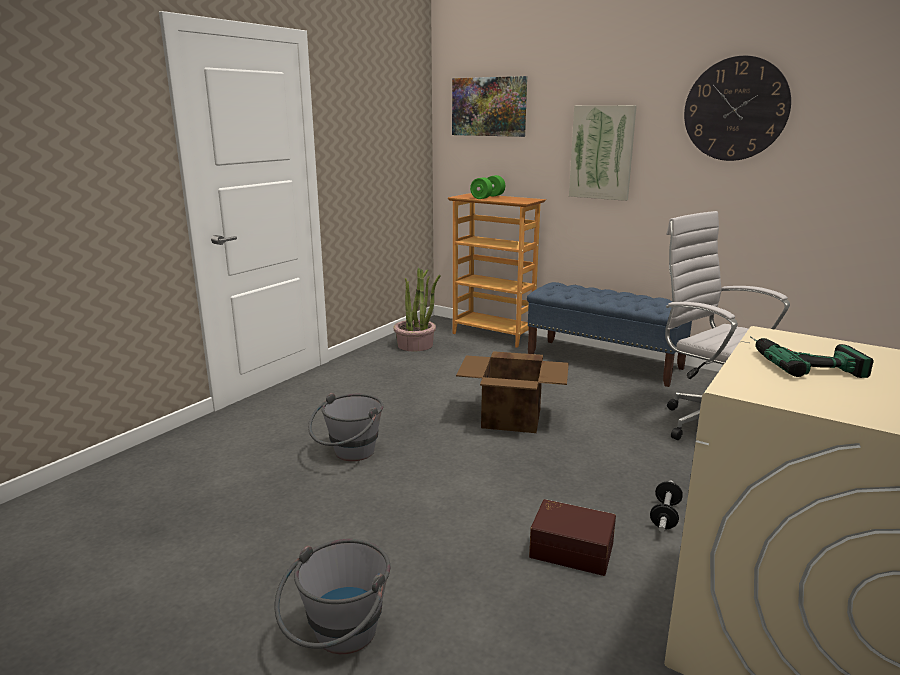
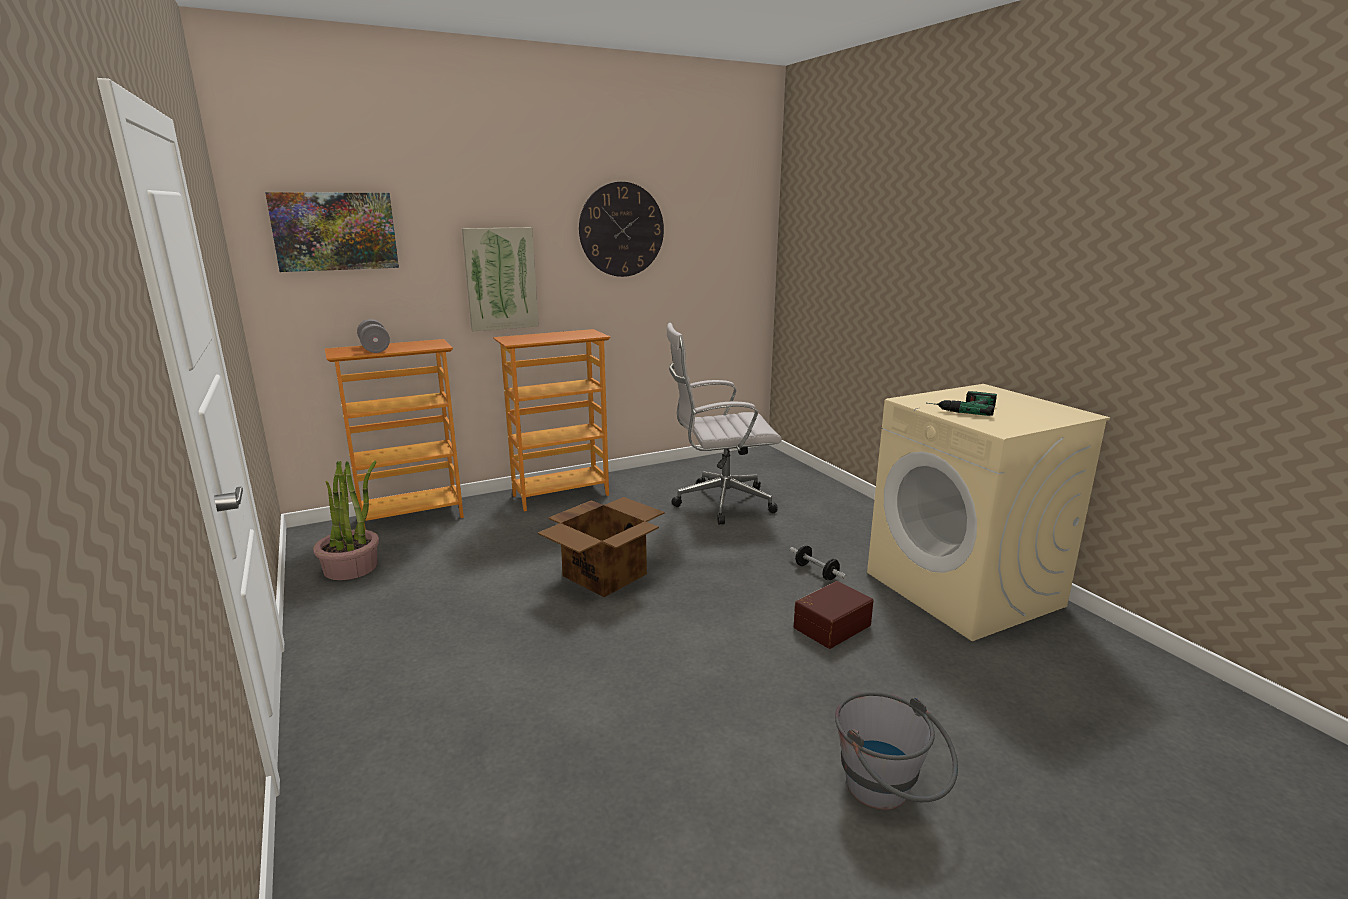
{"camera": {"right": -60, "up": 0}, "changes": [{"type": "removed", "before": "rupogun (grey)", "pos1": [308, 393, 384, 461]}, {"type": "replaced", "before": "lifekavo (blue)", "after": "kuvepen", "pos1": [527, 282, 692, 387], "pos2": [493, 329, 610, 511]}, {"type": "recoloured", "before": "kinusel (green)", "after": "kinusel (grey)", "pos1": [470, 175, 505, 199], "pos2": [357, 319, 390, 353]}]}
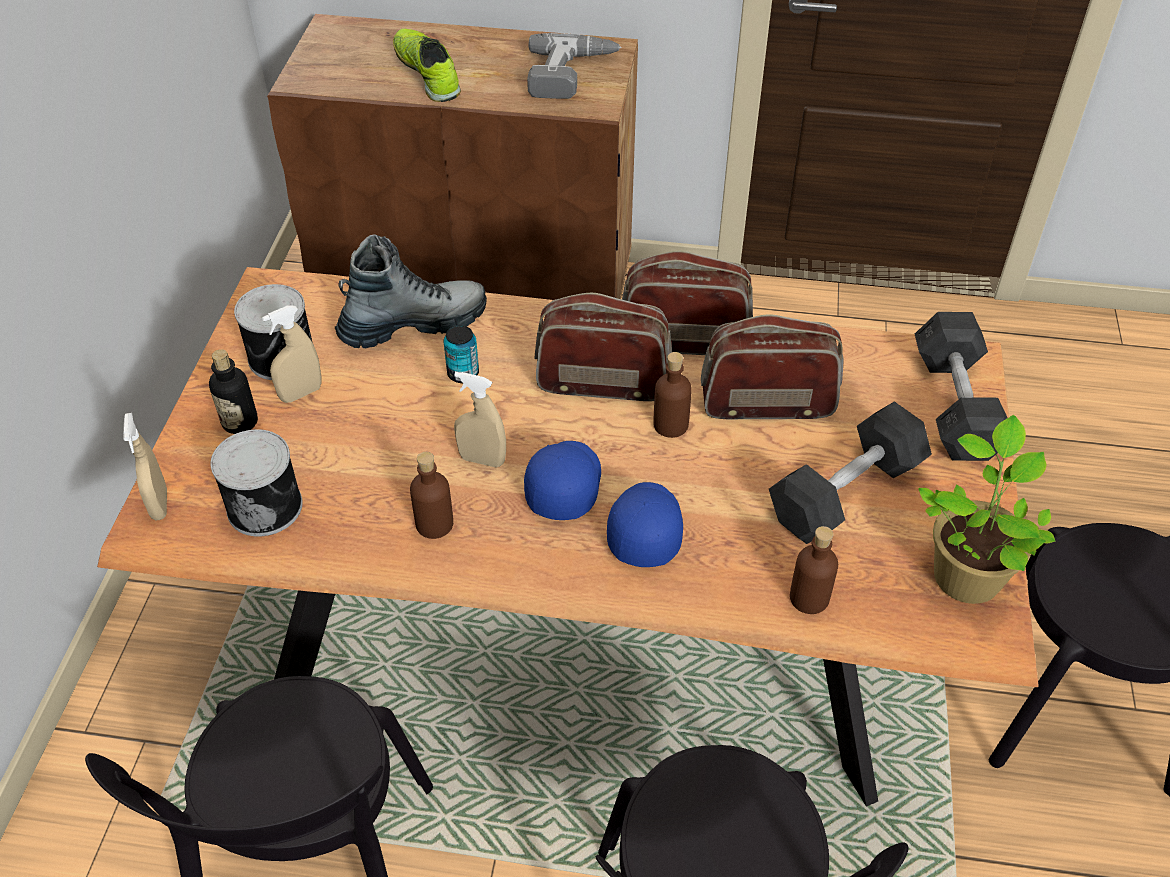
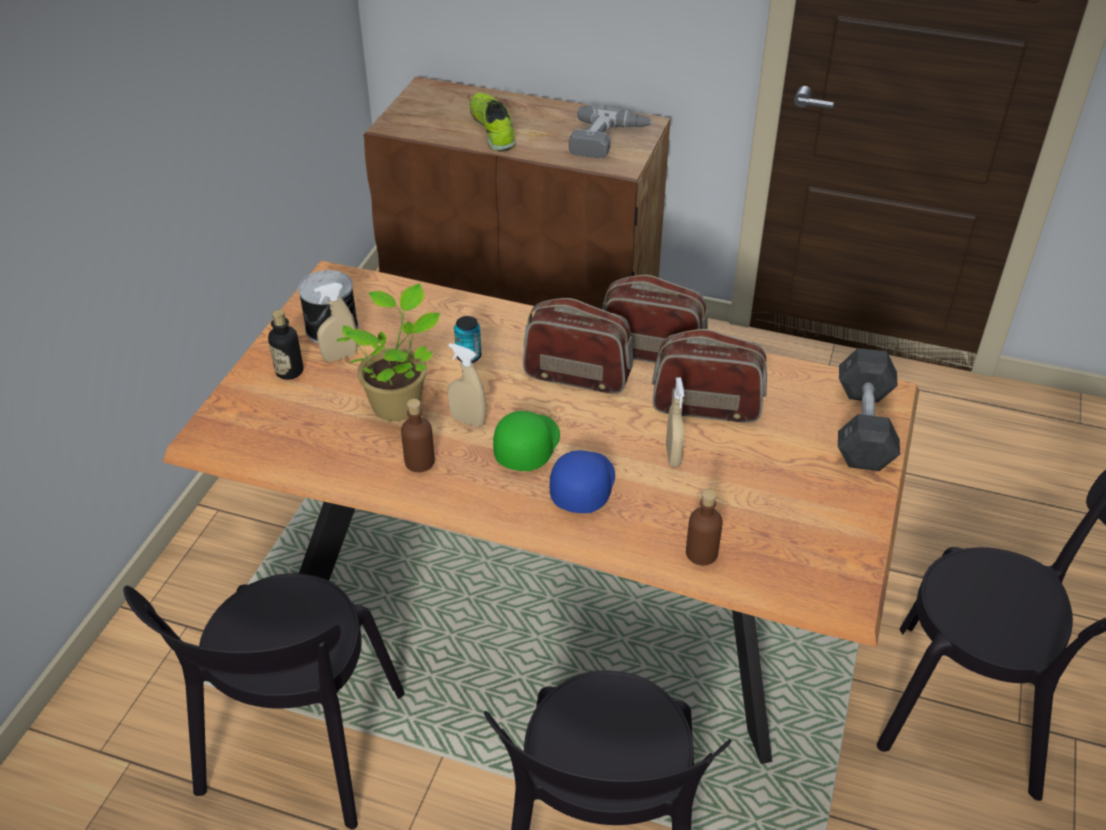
{"camera": {"right": 10, "up": -5}, "changes": [{"type": "removed", "before": "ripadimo", "pos1": [210, 429, 303, 537]}, {"type": "removed", "before": "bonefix", "pos1": [335, 235, 487, 348]}, {"type": "removed", "before": "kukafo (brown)", "pos1": [654, 352, 692, 438]}, {"type": "removed", "before": "kinusel (black)", "pos1": [769, 401, 932, 544]}, {"type": "moved", "before": "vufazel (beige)", "pos1": [123, 413, 167, 520], "pos2": [666, 377, 684, 467]}, {"type": "moved", "before": "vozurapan", "pos1": [918, 415, 1056, 604], "pos2": [337, 284, 440, 421]}, {"type": "recoloured", "before": "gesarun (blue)", "after": "gesarun (green)", "pos1": [524, 441, 601, 520], "pos2": [493, 411, 560, 471]}]}
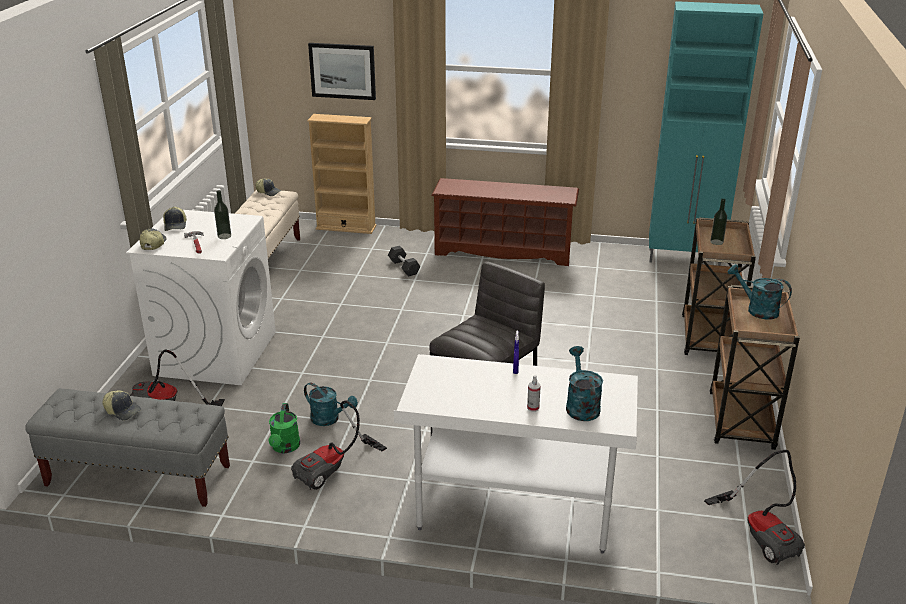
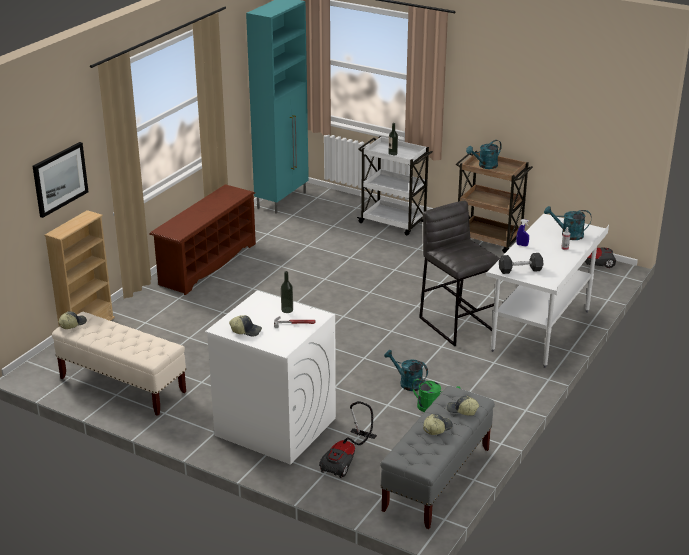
{"camera": {"right": -70, "up": 0}, "changes": [{"type": "removed", "before": "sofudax", "pos1": [291, 400, 387, 490]}, {"type": "moved", "before": "gesarun", "pos1": [140, 228, 167, 250], "pos2": [447, 396, 480, 416]}, {"type": "moved", "before": "kinusel (grey)", "pos1": [388, 245, 421, 276], "pos2": [499, 253, 543, 274]}, {"type": "recoloured", "before": "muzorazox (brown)", "after": "muzorazox (white)", "pos1": [682, 218, 756, 355], "pos2": [357, 136, 433, 235]}, {"type": "turned", "before": "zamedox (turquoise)", "pos1": [304, 382, 358, 426], "pos2": [384, 350, 428, 391], "turn": -105}]}
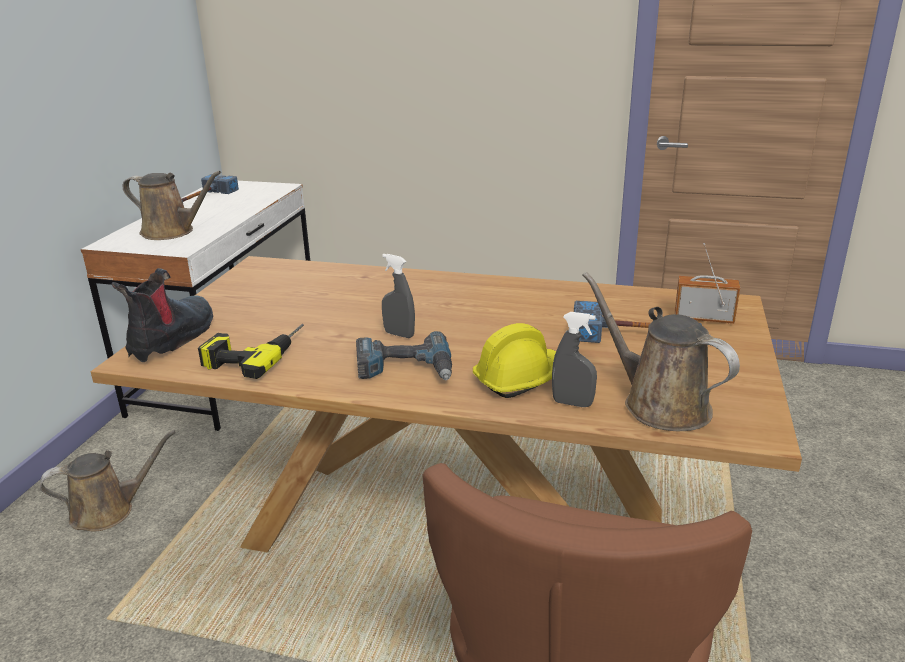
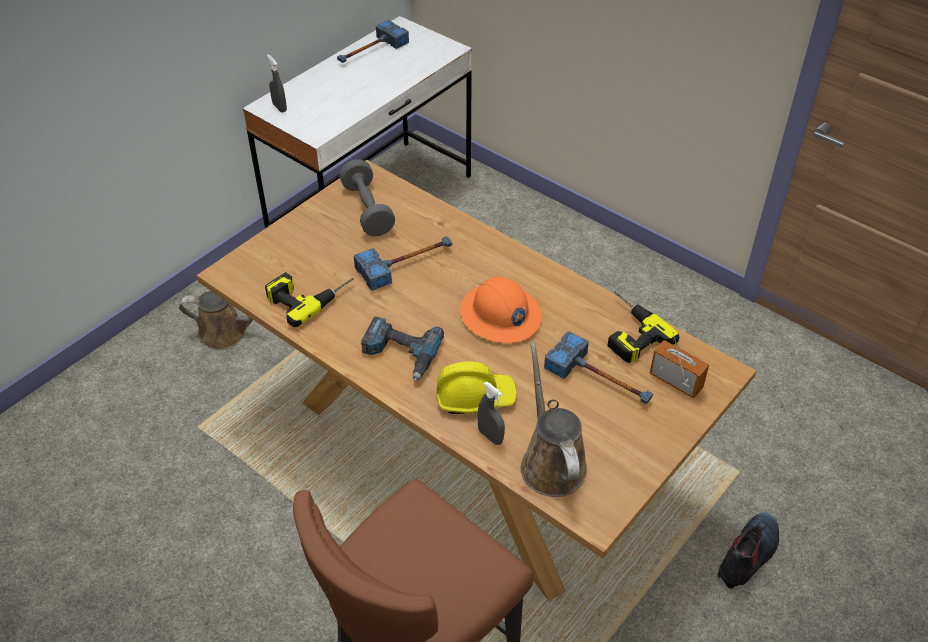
{"camera": {"right": 25, "up": 20}, "changes": [{"type": "removed", "before": "zamedox (brown)", "pos1": [123, 171, 221, 240]}, {"type": "added", "after": "kinusel (grey)", "pos2": [339, 159, 395, 236]}, {"type": "added", "after": "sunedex", "pos2": [354, 236, 452, 291]}, {"type": "added", "after": "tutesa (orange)", "pos2": [460, 277, 542, 343]}, {"type": "added", "after": "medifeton", "pos2": [608, 292, 679, 363]}, {"type": "moved", "before": "bonefix", "pos1": [112, 268, 214, 362], "pos2": [718, 512, 779, 589]}, {"type": "moved", "before": "vufazel (grey)", "pos1": [382, 254, 415, 338], "pos2": [267, 54, 287, 113]}]}
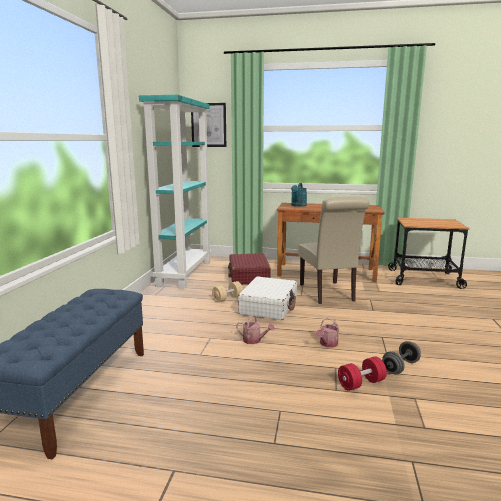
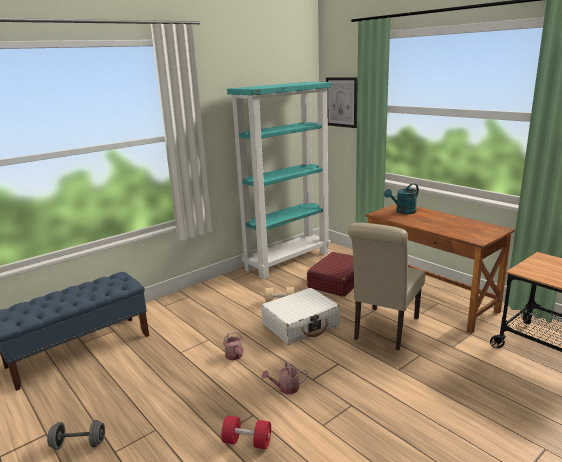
{"camera": {"right": 40, "up": 5}, "changes": [{"type": "moved", "before": "kinusel (grey)", "pos1": [382, 341, 421, 375], "pos2": [47, 420, 105, 450]}]}
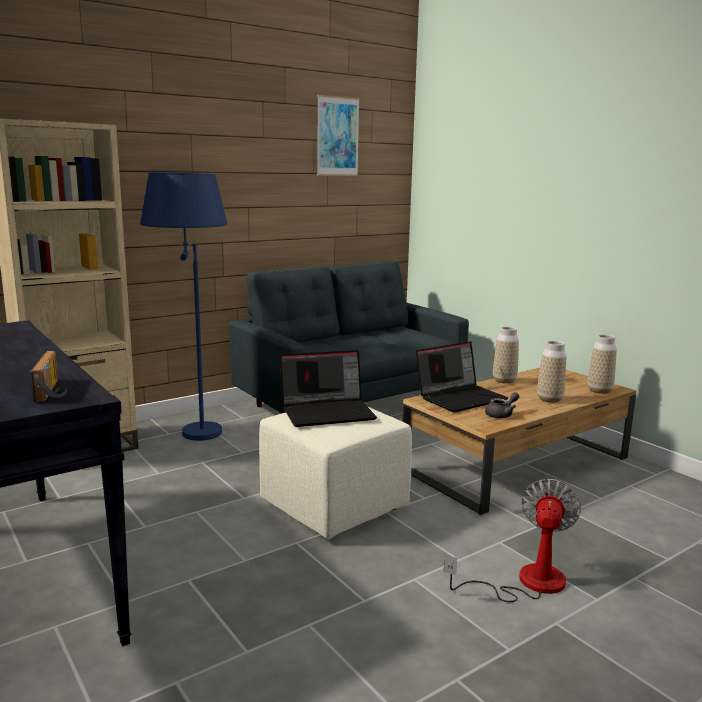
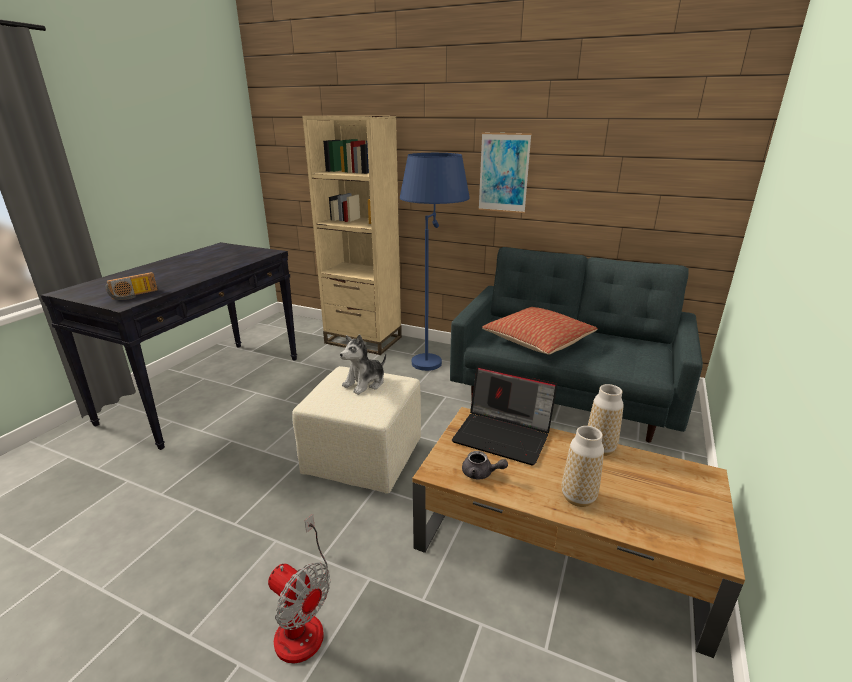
{"camera": {"right": 60, "up": 10}, "changes": [{"type": "removed", "before": "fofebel", "pos1": [587, 334, 617, 394]}, {"type": "added", "after": "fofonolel", "pos2": [482, 307, 598, 355]}, {"type": "moved", "before": "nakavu", "pos1": [317, 95, 360, 176], "pos2": [478, 133, 532, 213]}, {"type": "replaced", "before": "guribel", "after": "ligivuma", "pos1": [280, 350, 377, 427], "pos2": [340, 334, 386, 395]}, {"type": "turned", "before": "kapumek", "pos1": [444, 479, 581, 602], "pos2": [268, 514, 330, 664], "turn": 45}]}
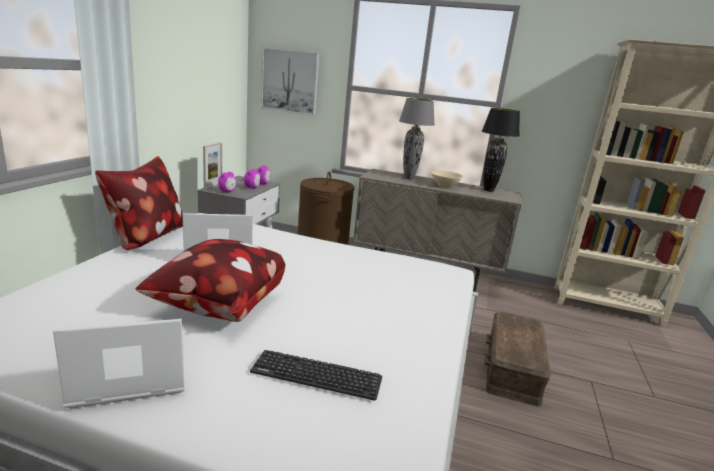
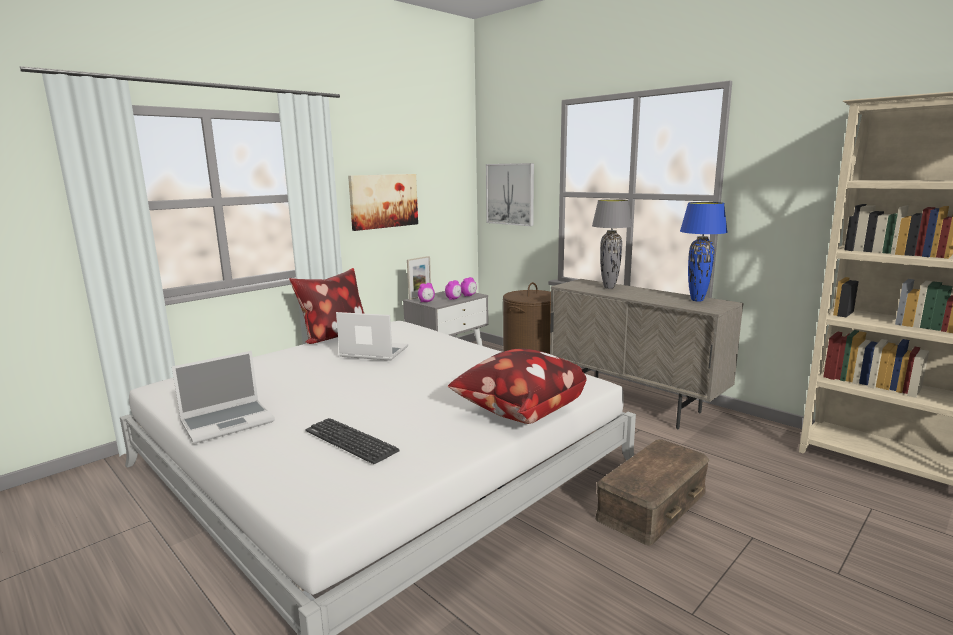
{"camera": {"right": 30, "up": -5}, "changes": [{"type": "removed", "before": "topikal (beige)", "pos1": [431, 171, 463, 188]}, {"type": "added", "after": "nakavu", "pos2": [348, 174, 418, 231]}, {"type": "moved", "before": "fofonolel", "pos1": [135, 239, 285, 322], "pos2": [448, 349, 587, 424]}, {"type": "recoloured", "before": "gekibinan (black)", "after": "gekibinan (blue)", "pos1": [482, 108, 520, 192], "pos2": [680, 202, 728, 302]}, {"type": "turned", "before": "guribel", "pos1": [53, 319, 184, 408], "pos2": [172, 351, 275, 443], "turn": 135}]}
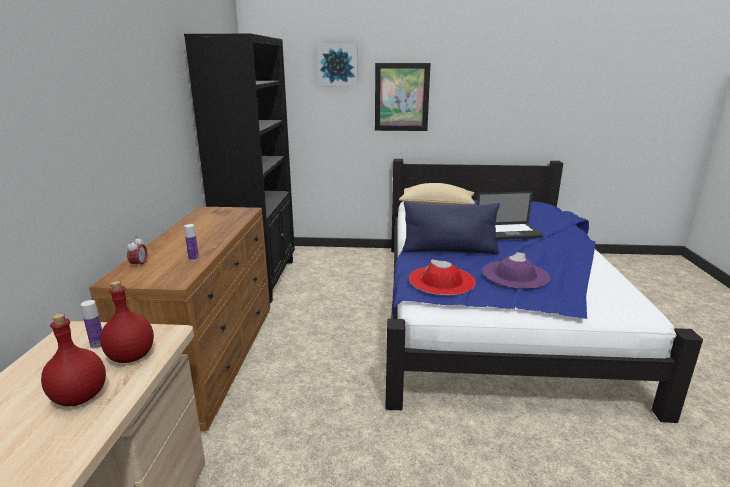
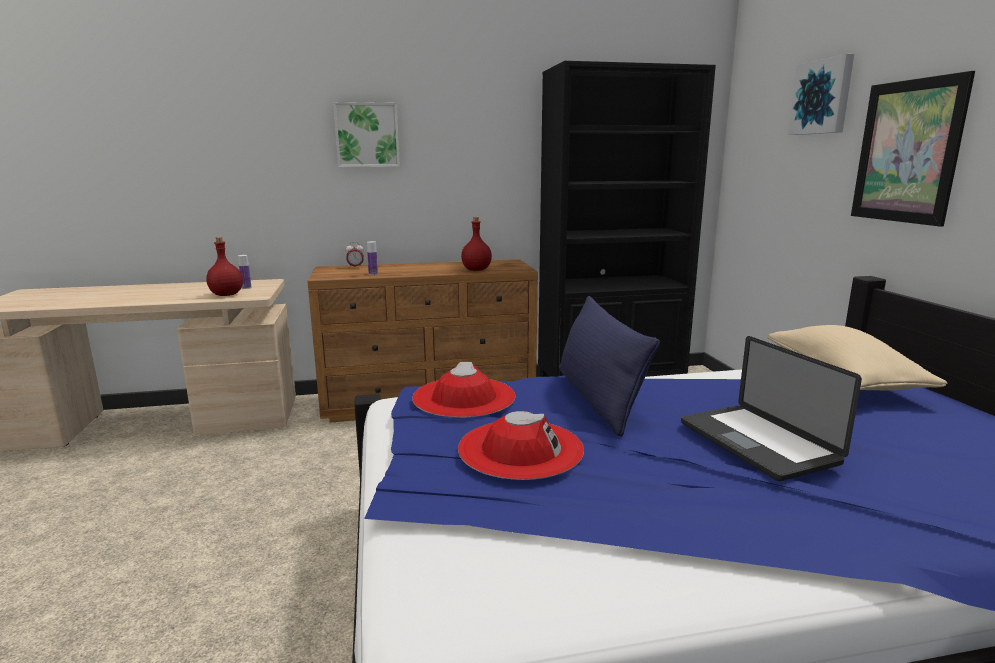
{"camera": {"right": 75, "up": -5}, "changes": [{"type": "added", "after": "nakavu", "pos2": [333, 102, 400, 167]}, {"type": "moved", "before": "kukafo (red)", "pos1": [41, 313, 106, 407], "pos2": [461, 217, 492, 271]}, {"type": "recoloured", "before": "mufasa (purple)", "after": "mufasa (red)", "pos1": [483, 252, 550, 288], "pos2": [458, 411, 584, 480]}]}
